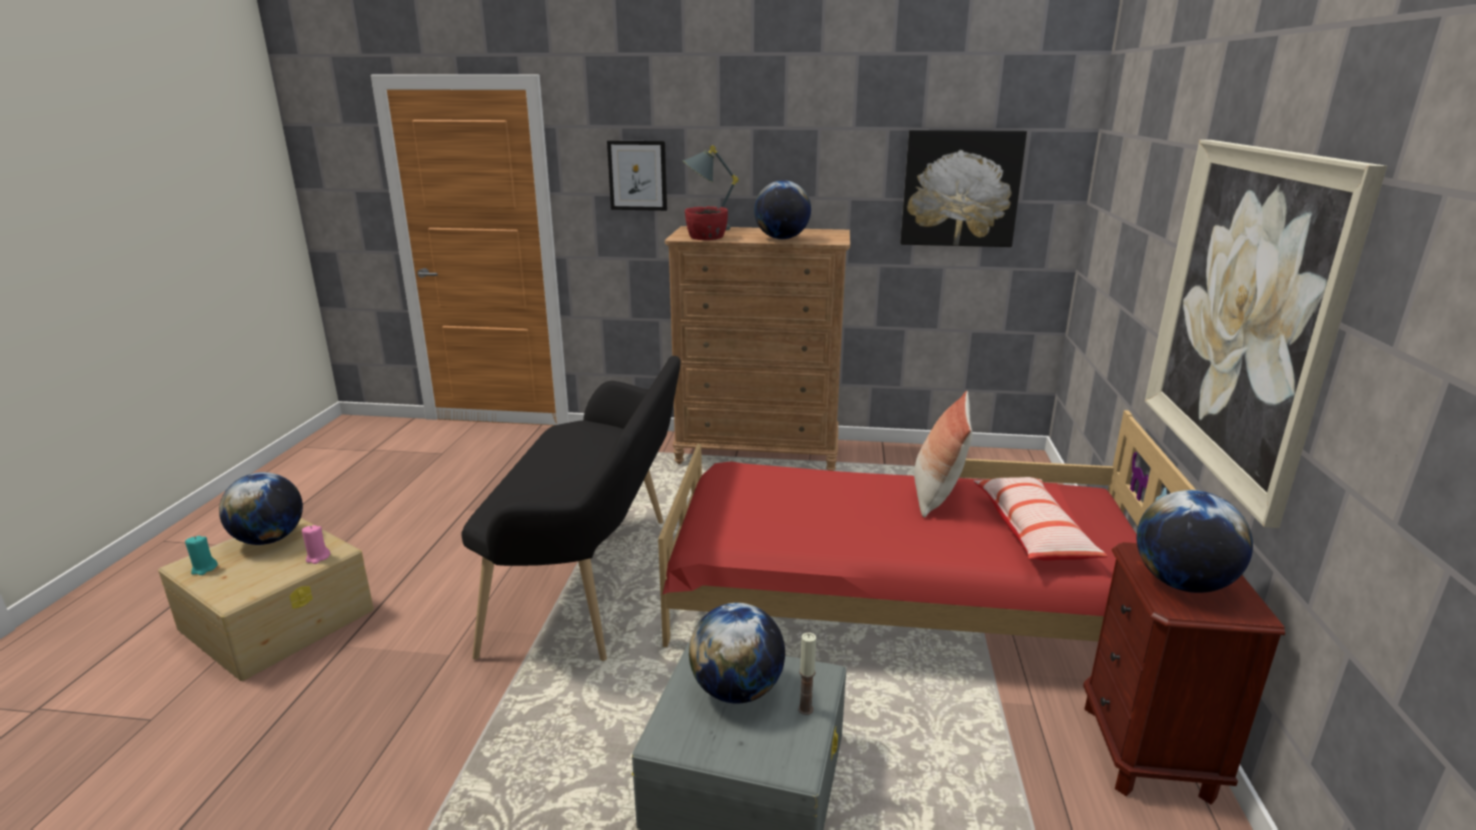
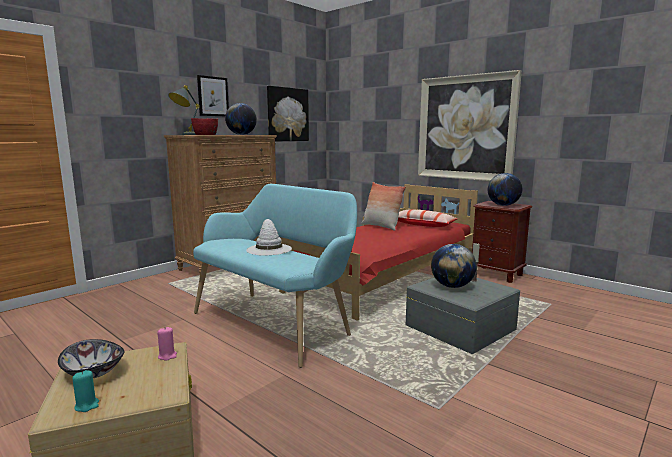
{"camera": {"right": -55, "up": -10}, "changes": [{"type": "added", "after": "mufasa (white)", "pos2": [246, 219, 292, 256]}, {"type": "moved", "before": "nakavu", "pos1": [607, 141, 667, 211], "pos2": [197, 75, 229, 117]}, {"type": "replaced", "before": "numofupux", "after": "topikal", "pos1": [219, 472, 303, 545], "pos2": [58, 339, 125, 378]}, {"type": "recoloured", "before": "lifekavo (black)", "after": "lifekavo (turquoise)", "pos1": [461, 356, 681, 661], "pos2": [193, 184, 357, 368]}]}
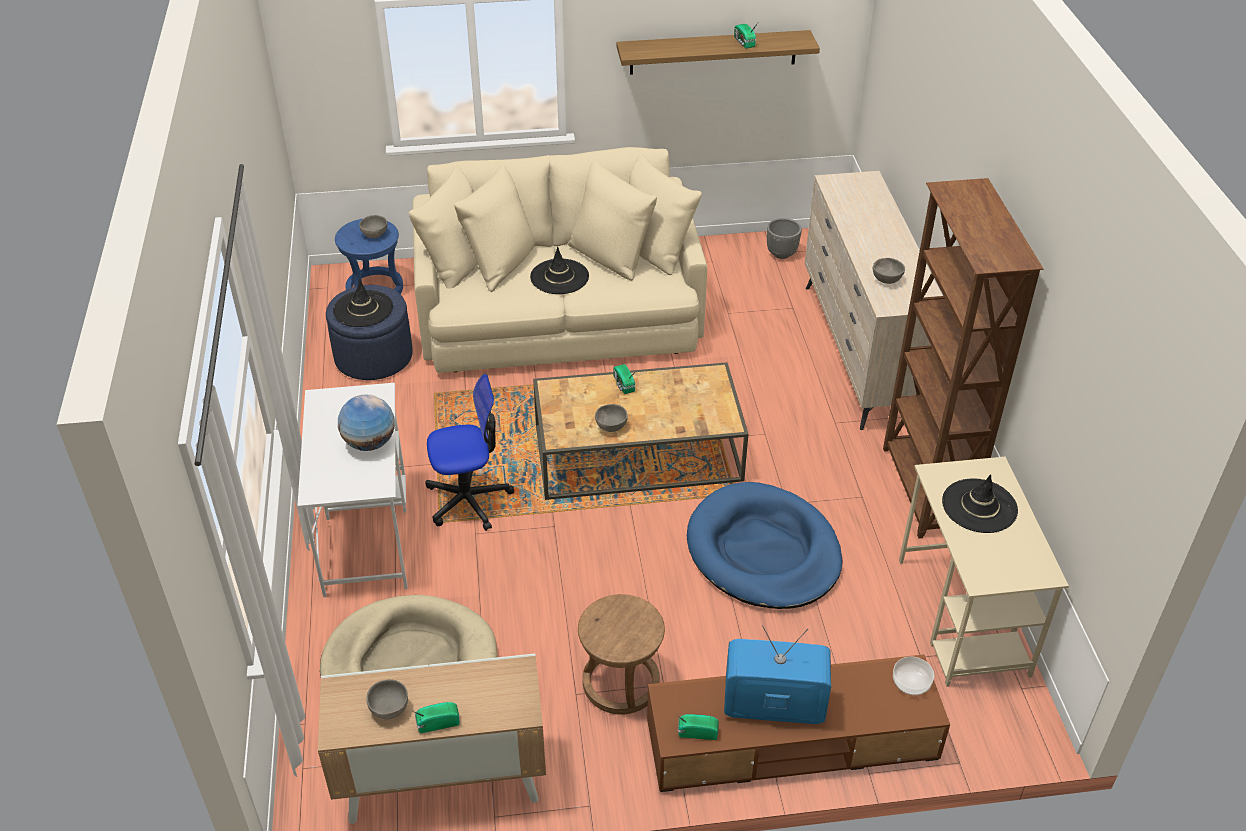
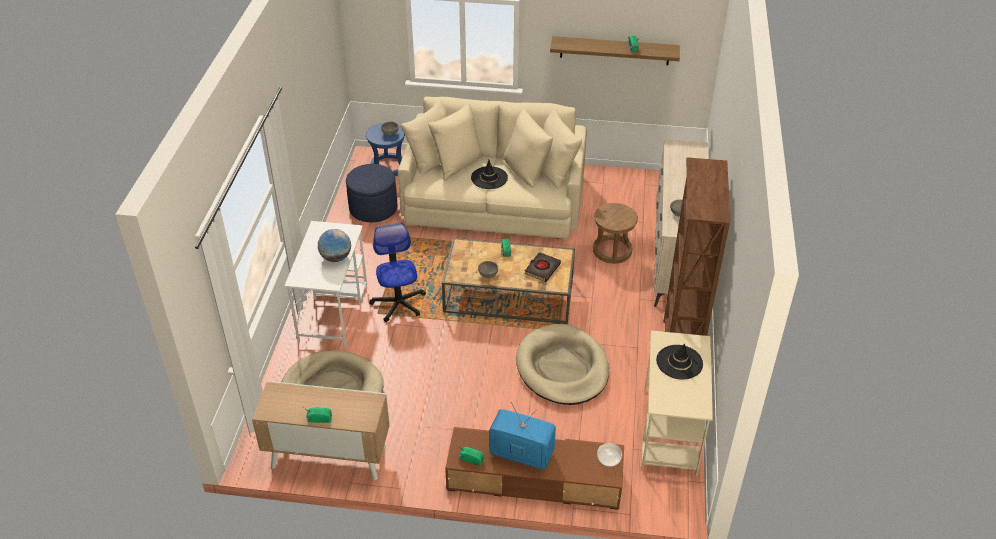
{"camera": {"right": 15, "up": 0}, "changes": [{"type": "removed", "before": "mufasa (black)", "pos1": [333, 279, 393, 327]}, {"type": "removed", "before": "topikal (grey)", "pos1": [366, 679, 408, 720]}, {"type": "removed", "before": "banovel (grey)", "pos1": [767, 218, 802, 259]}, {"type": "added", "after": "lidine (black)", "pos2": [524, 252, 561, 282]}, {"type": "moved", "before": "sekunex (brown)", "pos1": [578, 594, 665, 715], "pos2": [593, 203, 638, 264]}, {"type": "recoloured", "before": "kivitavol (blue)", "after": "kivitavol (beige)", "pos1": [687, 482, 843, 609], "pos2": [516, 324, 609, 405]}, {"type": "turned", "before": "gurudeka", "pos1": [425, 374, 514, 531], "pos2": [369, 223, 426, 322], "turn": -105}]}
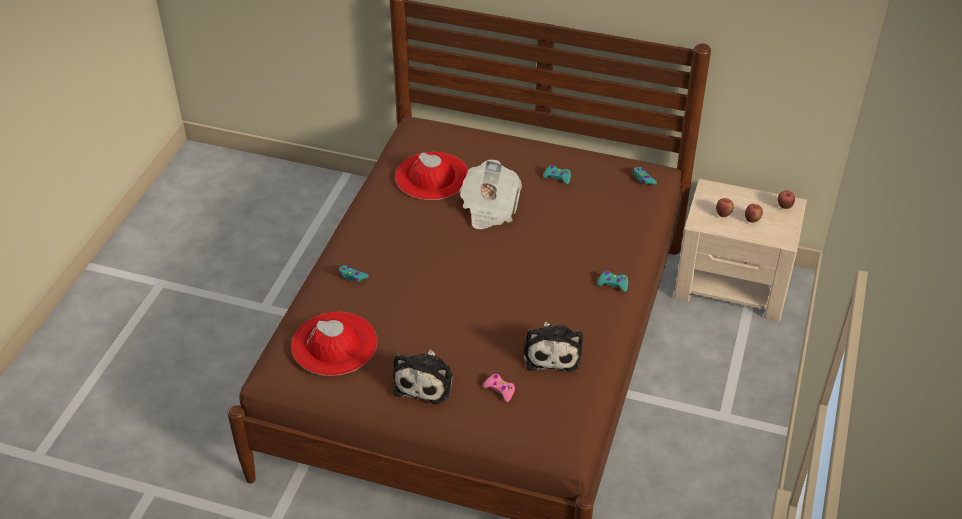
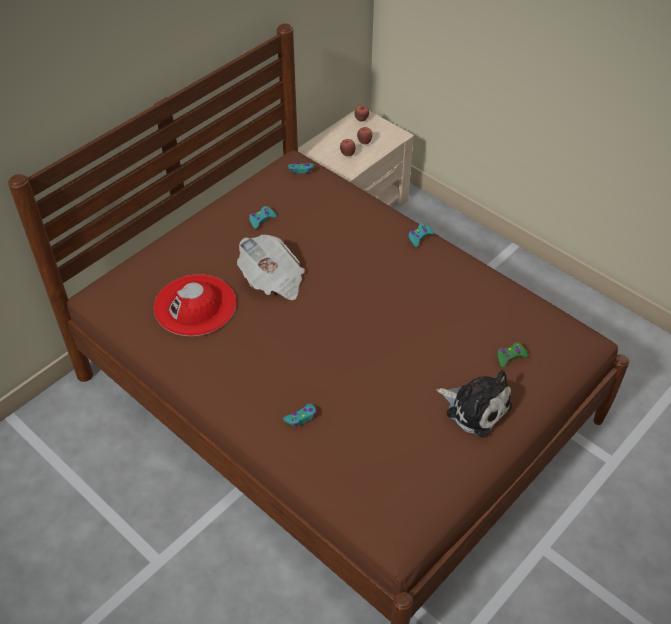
{"camera": {"right": -65, "up": 5}, "changes": [{"type": "removed", "before": "mufasa (red)", "pos1": [291, 312, 377, 376]}, {"type": "removed", "before": "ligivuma", "pos1": [524, 322, 583, 372]}, {"type": "recoloured", "before": "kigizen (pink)", "after": "kigizen (green)", "pos1": [483, 374, 515, 402], "pos2": [497, 342, 528, 367]}]}
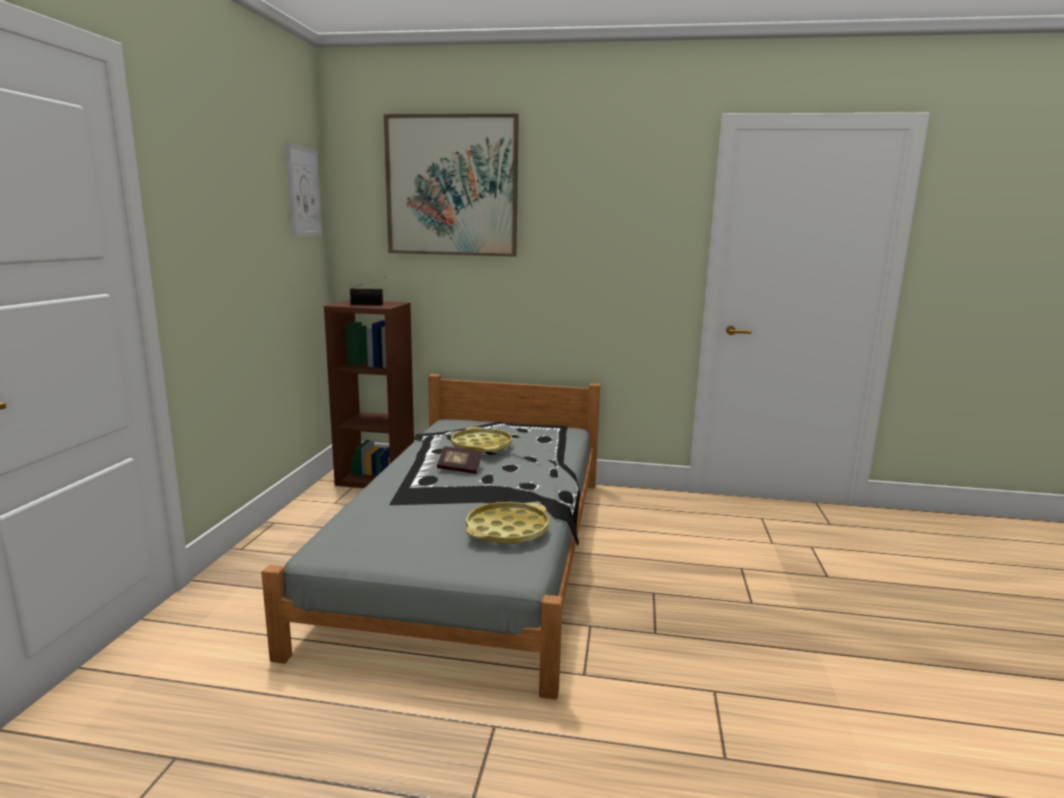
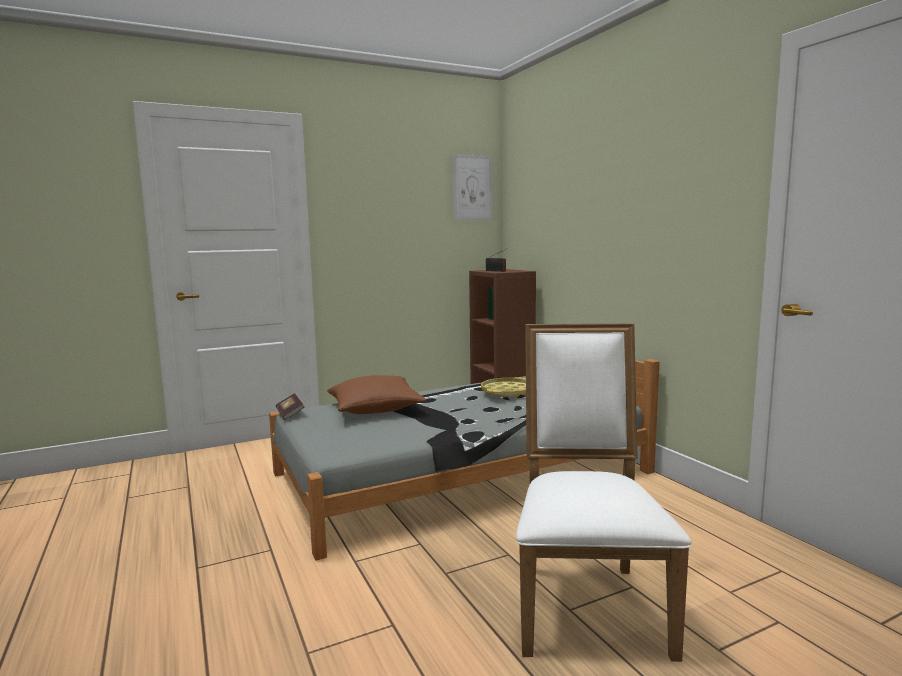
{"camera": {"right": 55, "up": -5}, "changes": [{"type": "removed", "before": "nakavu", "pos1": [384, 114, 519, 257]}, {"type": "removed", "before": "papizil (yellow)", "pos1": [466, 502, 549, 545]}, {"type": "added", "after": "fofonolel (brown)", "pos2": [327, 375, 426, 414]}, {"type": "added", "after": "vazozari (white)", "pos2": [516, 323, 691, 662]}, {"type": "moved", "before": "lidine", "pos1": [437, 446, 482, 474], "pos2": [275, 393, 304, 420]}]}
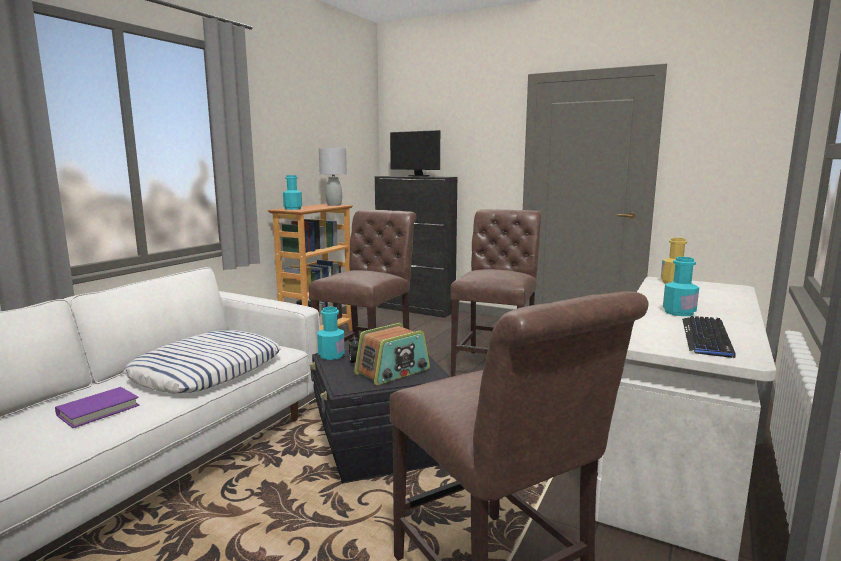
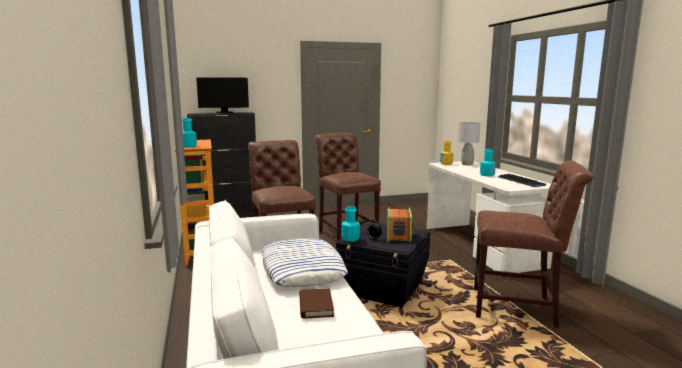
{"camera": {"right": -45, "up": 0}, "changes": [{"type": "moved", "before": "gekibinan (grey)", "pos1": [319, 148, 347, 206], "pos2": [458, 122, 480, 165]}, {"type": "recoloured", "before": "lidine (purple)", "after": "lidine (brown)", "pos1": [55, 387, 139, 428], "pos2": [299, 288, 334, 318]}]}
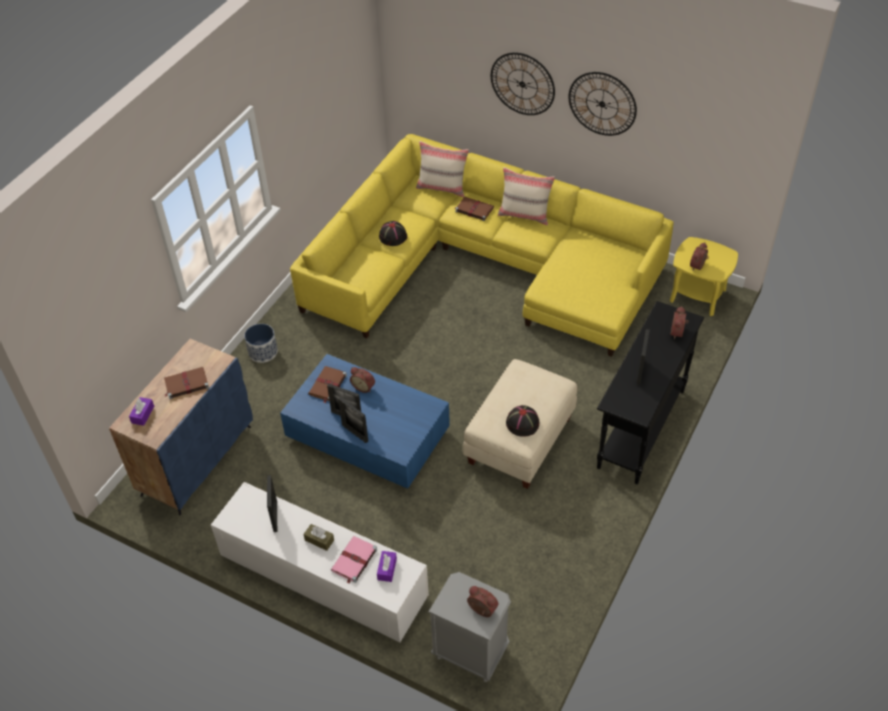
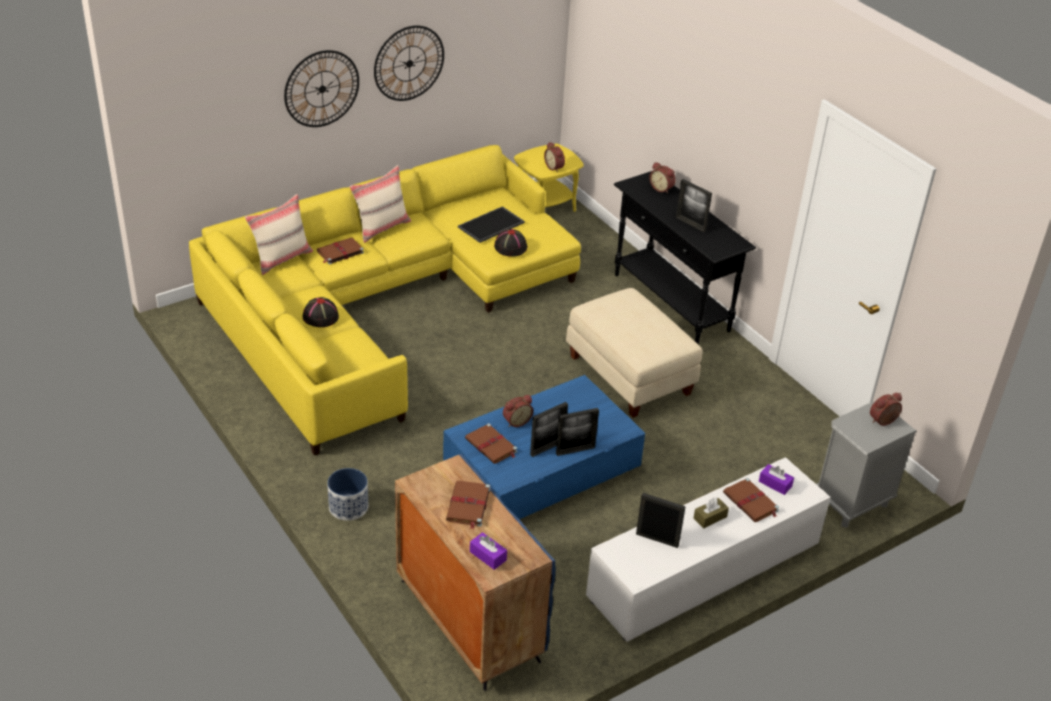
{"camera": {"right": -65, "up": -10}, "changes": [{"type": "added", "after": "papizil", "pos2": [458, 206, 525, 243]}, {"type": "moved", "before": "mufasa (black)", "pos1": [506, 405, 539, 437], "pos2": [494, 229, 527, 257]}, {"type": "recoloured", "before": "lidine (pink)", "after": "lidine (brown)", "pos1": [331, 536, 377, 583], "pos2": [723, 478, 779, 522]}]}
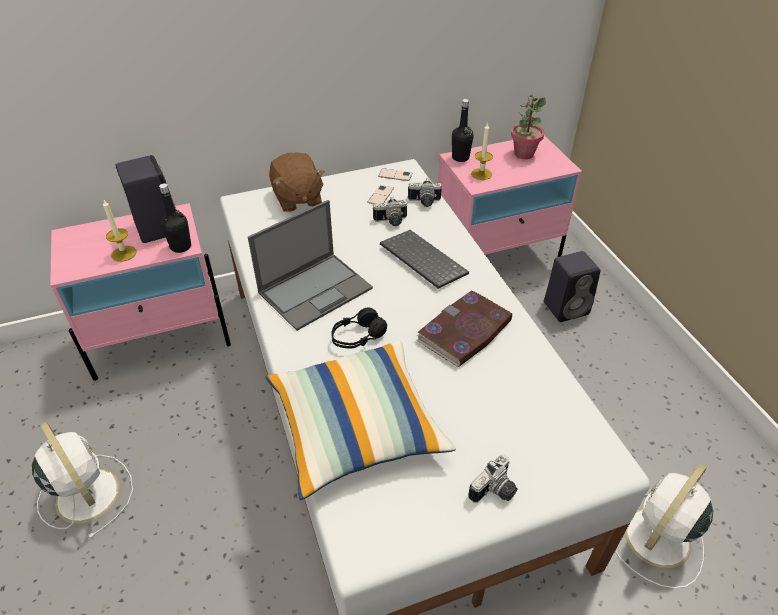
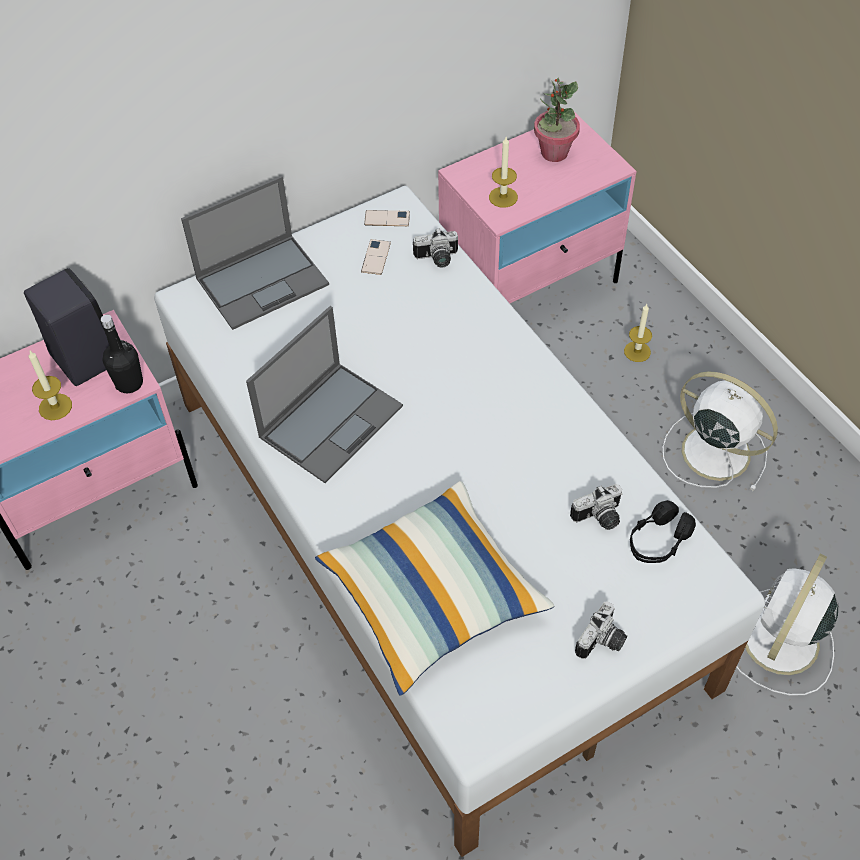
{"camera": {"right": -10, "up": 10}, "changes": [{"type": "removed", "before": "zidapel", "pos1": [380, 230, 469, 289]}, {"type": "removed", "before": "lidine", "pos1": [417, 290, 512, 367]}, {"type": "removed", "before": "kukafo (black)", "pos1": [452, 99, 474, 162]}, {"type": "moved", "before": "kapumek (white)", "pos1": [32, 421, 133, 539], "pos2": [662, 371, 778, 492]}, {"type": "moved", "before": "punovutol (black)", "pos1": [331, 307, 387, 349], "pos2": [630, 500, 696, 563]}, {"type": "moved", "before": "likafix", "pos1": [373, 197, 407, 226], "pos2": [570, 484, 622, 530]}, {"type": "replaced", "before": "ligivuma (brown)", "after": "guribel", "pos1": [269, 152, 325, 212], "pos2": [181, 175, 329, 330]}, {"type": "replaced", "before": "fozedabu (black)", "after": "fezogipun", "pos1": [544, 251, 600, 322], "pos2": [624, 304, 652, 362]}]}
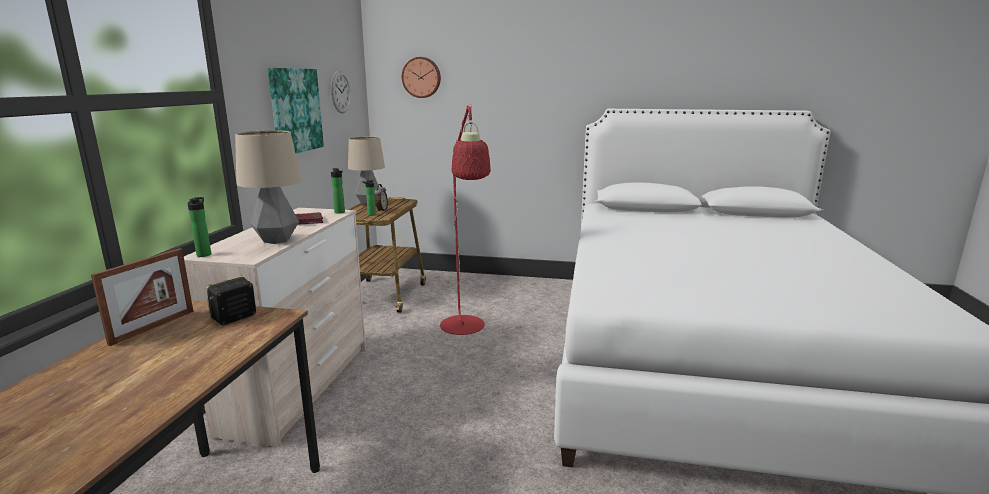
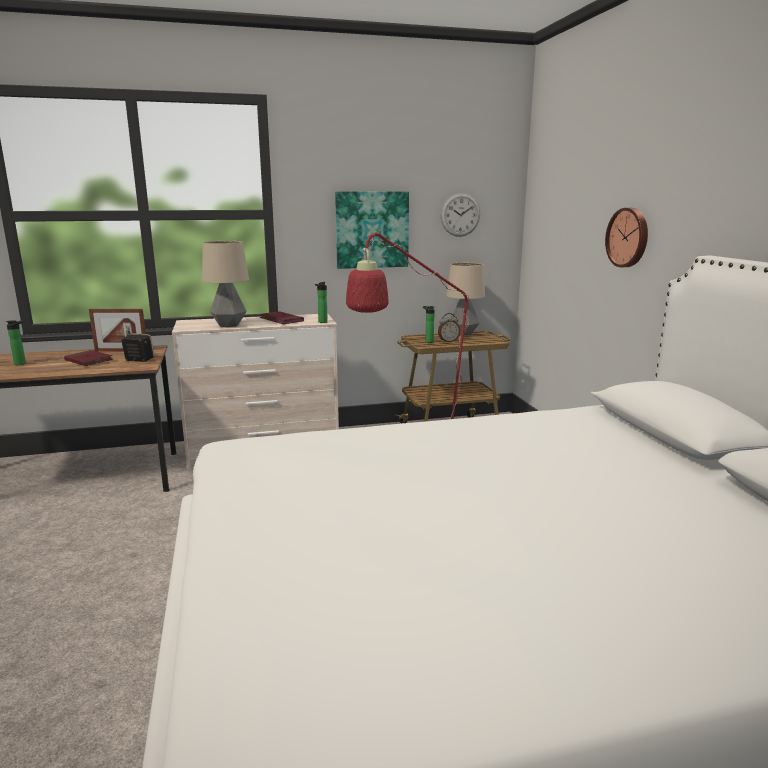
{"camera": {"right": 65, "up": 0}, "changes": [{"type": "added", "after": "lidine (red)", "pos2": [64, 350, 113, 366]}, {"type": "moved", "before": "kukafo", "pos1": [187, 197, 211, 257], "pos2": [6, 320, 26, 365]}, {"type": "moved", "before": "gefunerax", "pos1": [402, 57, 441, 98], "pos2": [605, 208, 648, 267]}]}
